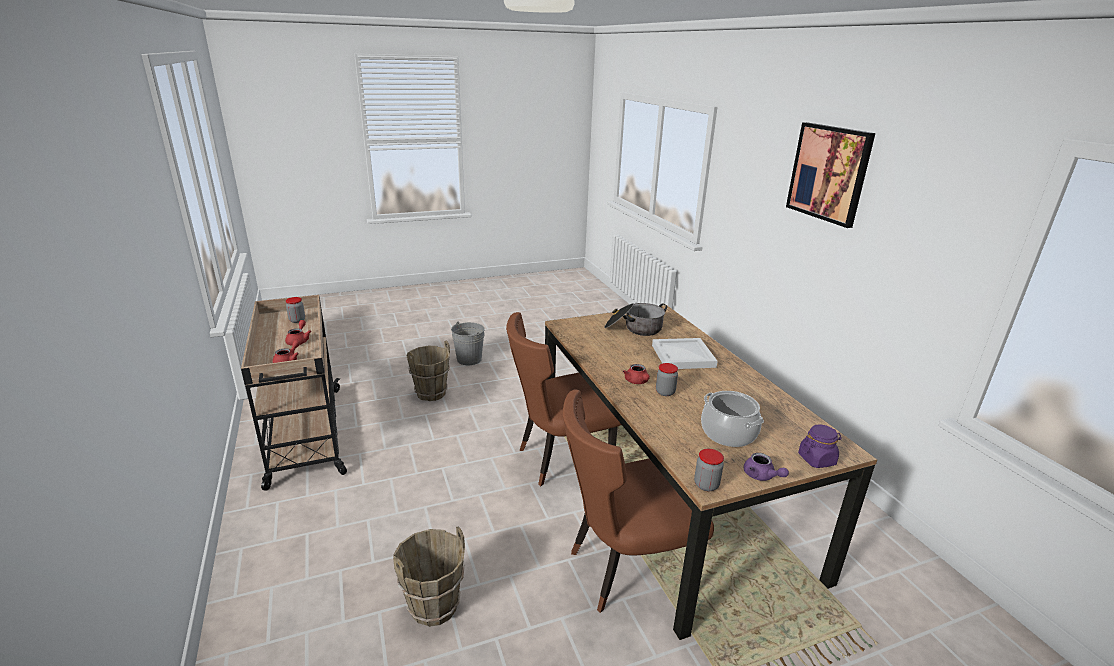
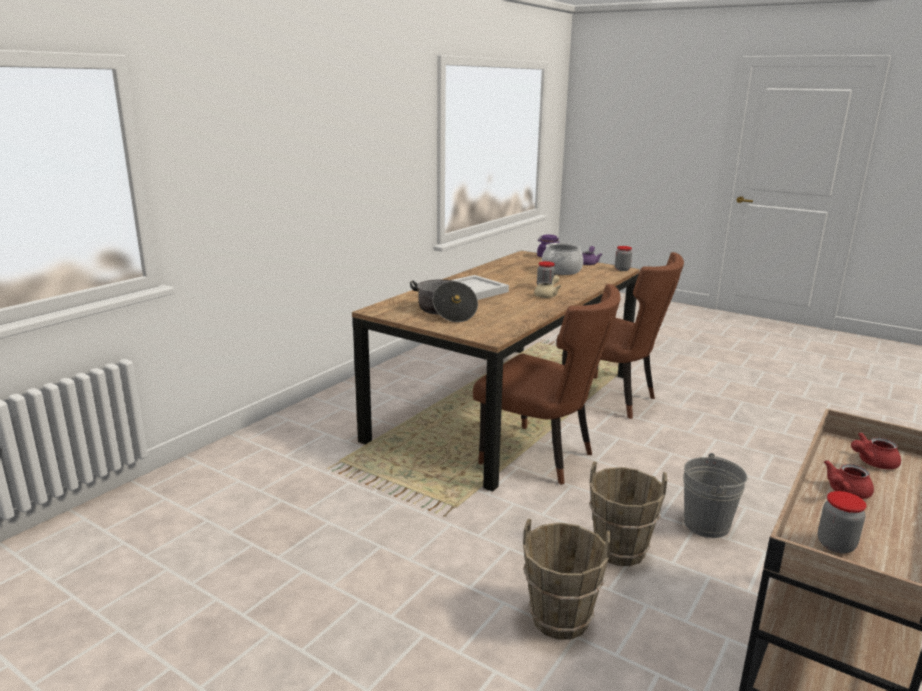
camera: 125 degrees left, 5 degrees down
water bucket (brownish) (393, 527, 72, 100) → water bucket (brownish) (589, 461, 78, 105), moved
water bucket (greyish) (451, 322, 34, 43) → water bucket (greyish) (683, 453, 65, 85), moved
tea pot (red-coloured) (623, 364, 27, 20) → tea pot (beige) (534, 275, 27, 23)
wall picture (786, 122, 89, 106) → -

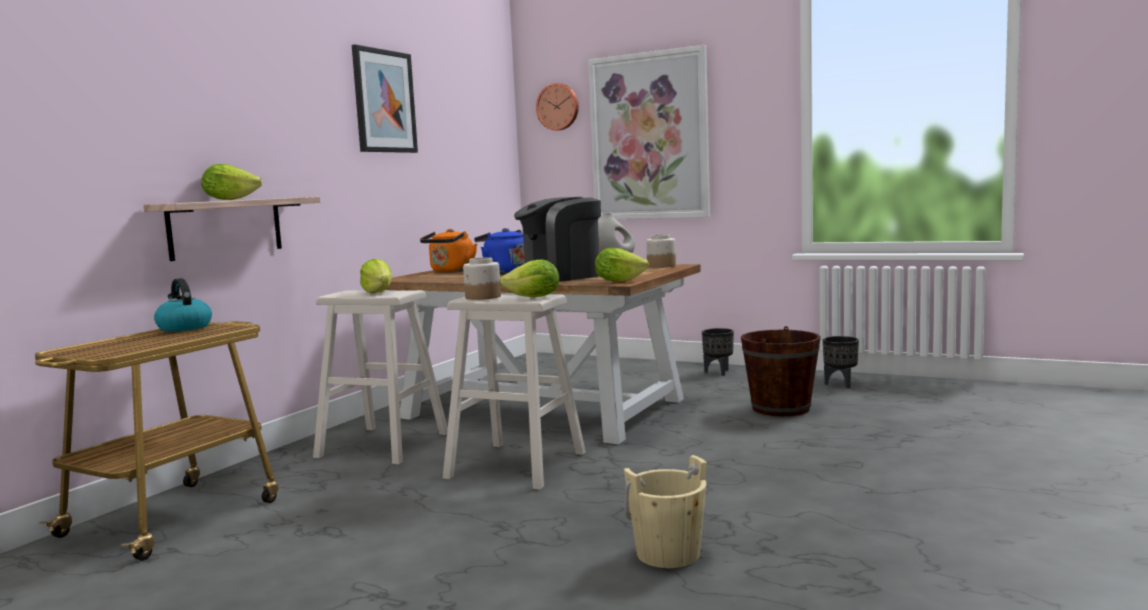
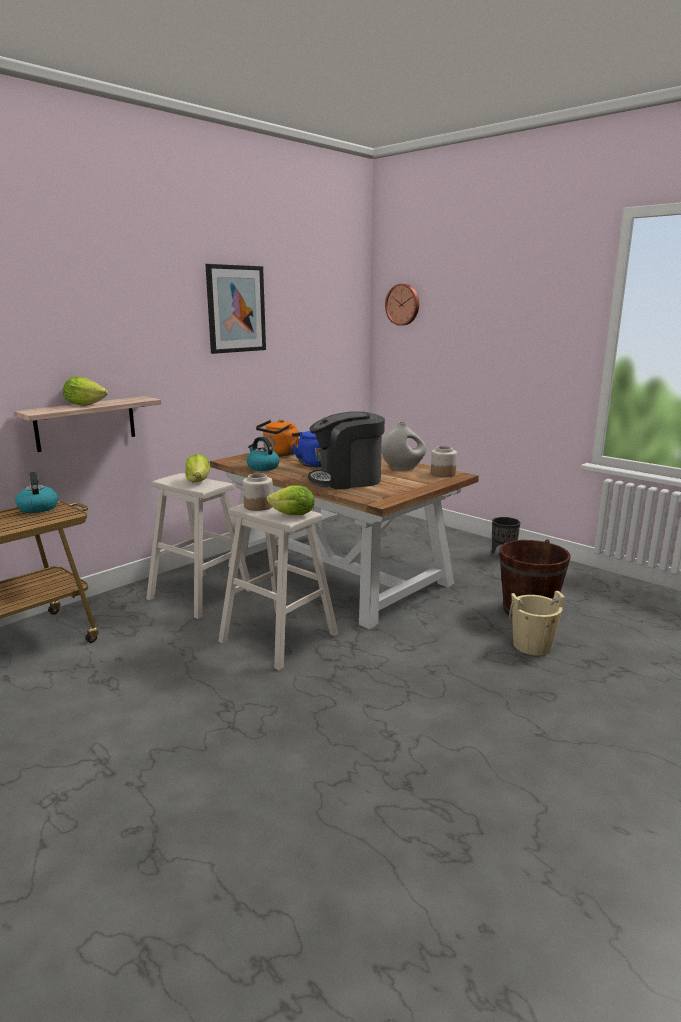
camera: 15 degrees right, 10 degrees up
wall picture (588, 45, 122, 175) → -
head of lettuce (595, 248, 54, 34) → -
water bucket (beige) (624, 455, 83, 113) → water bucket (beige) (509, 591, 56, 64), moved
plant pot (black) (823, 336, 36, 52) → -
- → tea kettle (247, 437, 33, 34)

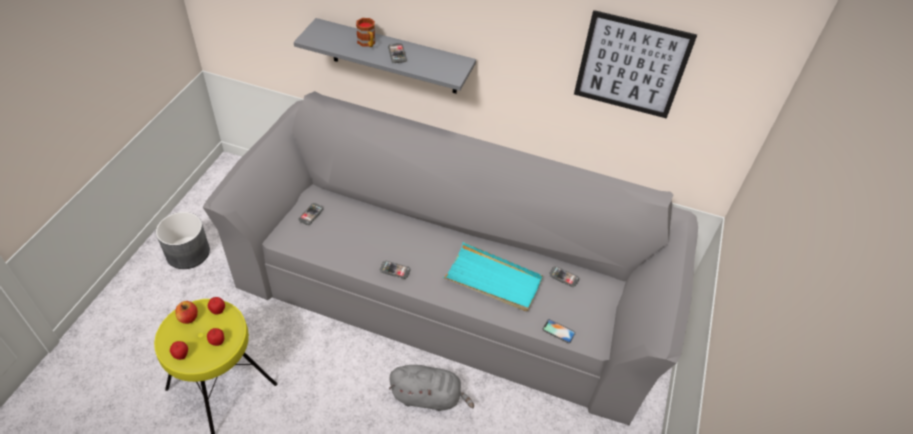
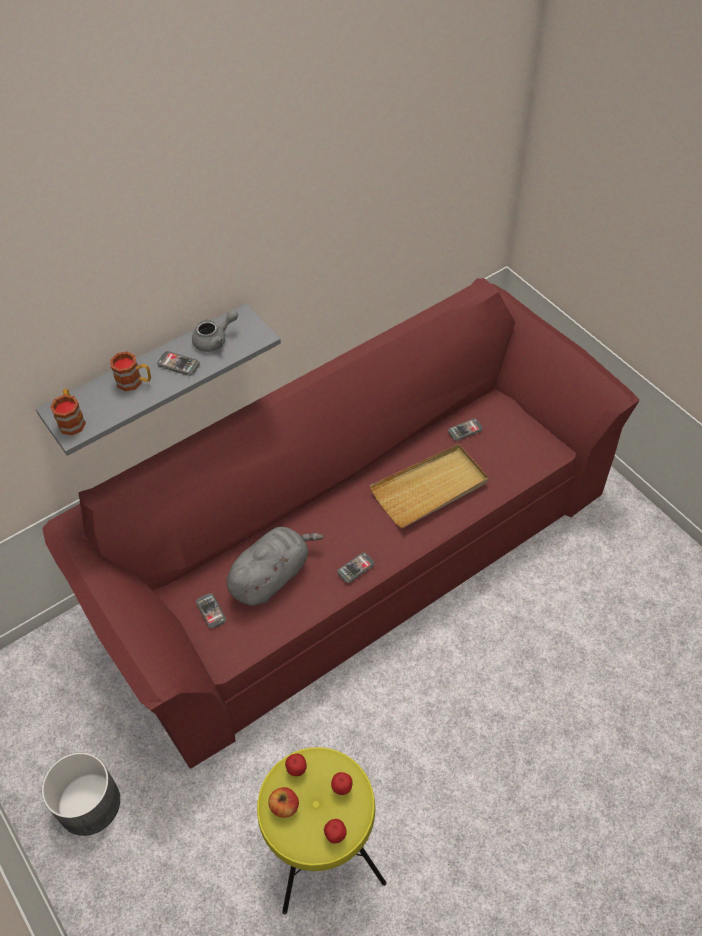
camera: 50 degrees left, 5 degrees up
settee (greyish) (203, 91, 495, 334) → settee (red-coloured) (42, 278, 598, 491)
soft toy (greyish) (389, 365, 85, 46) → soft toy (greyish) (226, 527, 98, 79), moved
tray (turquoise) (443, 242, 100, 69) → tray (beige) (370, 444, 119, 84)
telephone (543, 319, 33, 24) → -
wall picture (574, 10, 123, 109) → -
- → mug (50, 389, 36, 46)
- → tea pot (greyish) (192, 310, 46, 42)

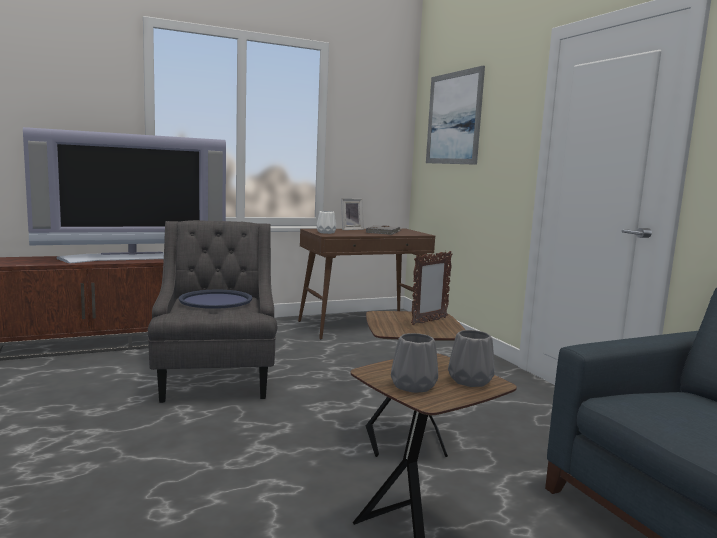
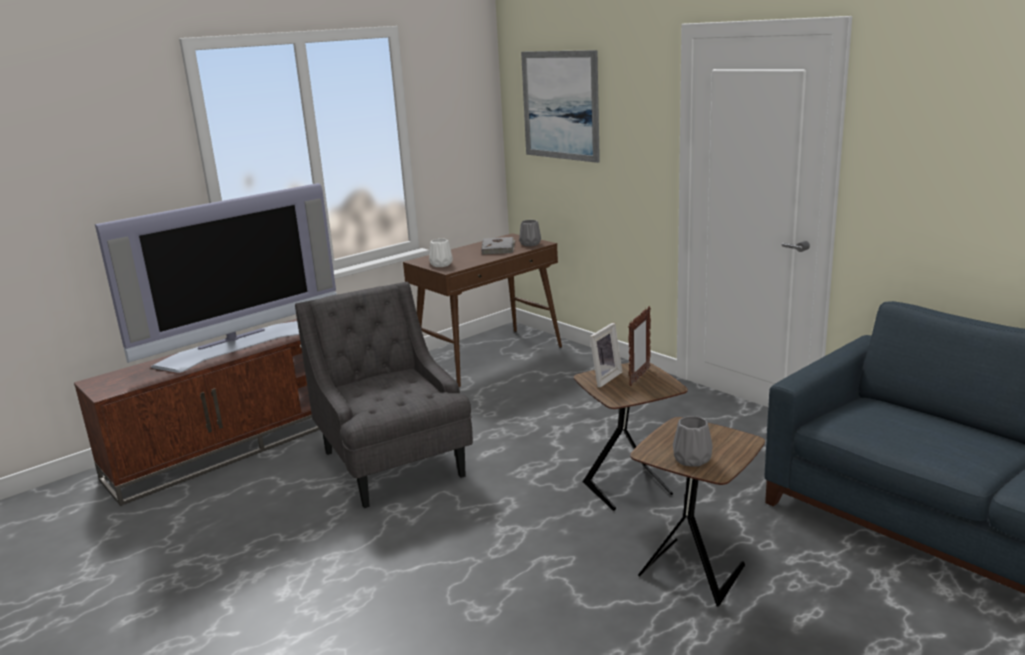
camera: 15 degrees left, 10 degrees up
tray (blue-coloured) (179, 289, 73, 20) → -
photo frame (341, 198, 23, 32) → photo frame (590, 323, 32, 65), moved
flower vase (greyish) (448, 330, 47, 57) → flower vase (greyish) (519, 220, 22, 26), moved

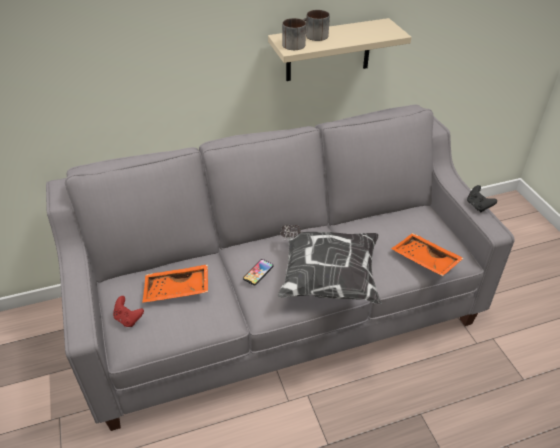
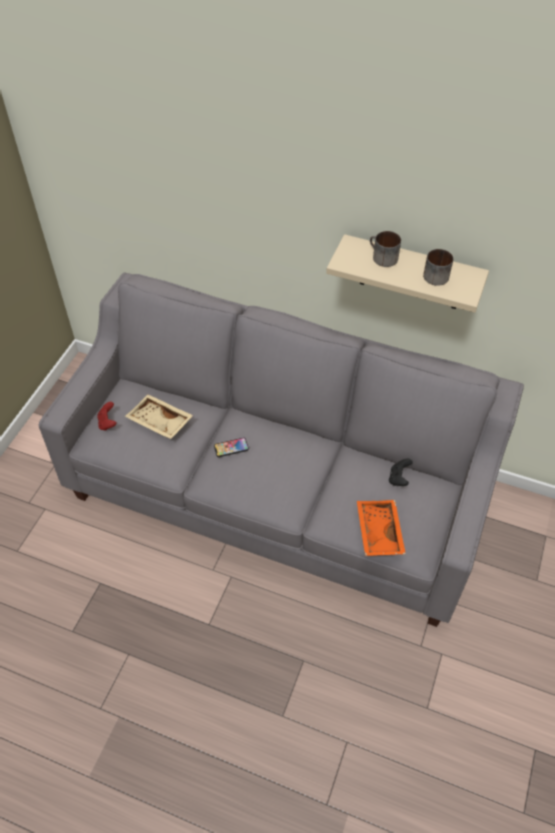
camera: 40 degrees right, 10 degrees up
tray (orange) (142, 264, 66, 39) → tray (beige) (125, 395, 69, 44)
cushion (278, 224, 104, 81) → -
mug (282, 18, 24, 32) → mug (423, 249, 30, 37), moved
game controller (black) (467, 185, 30, 27) → game controller (black) (389, 459, 24, 27), moved

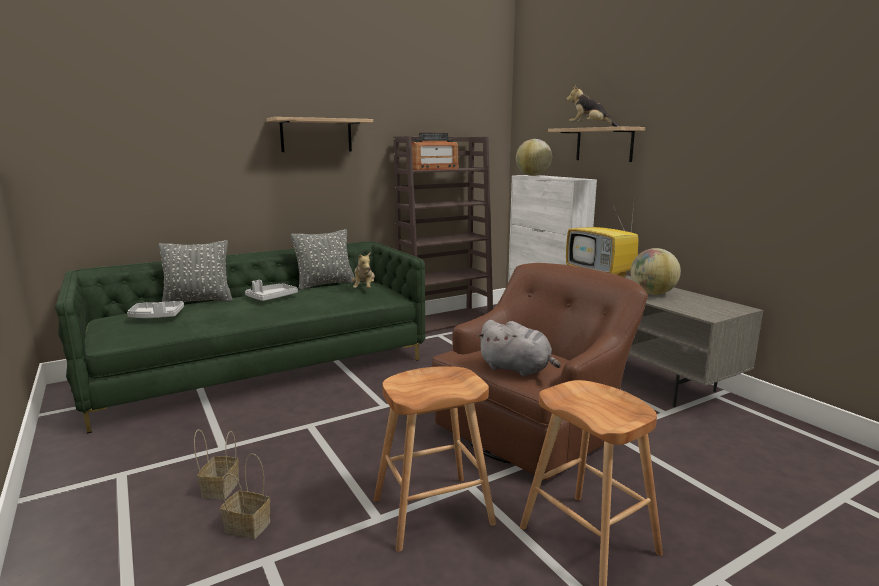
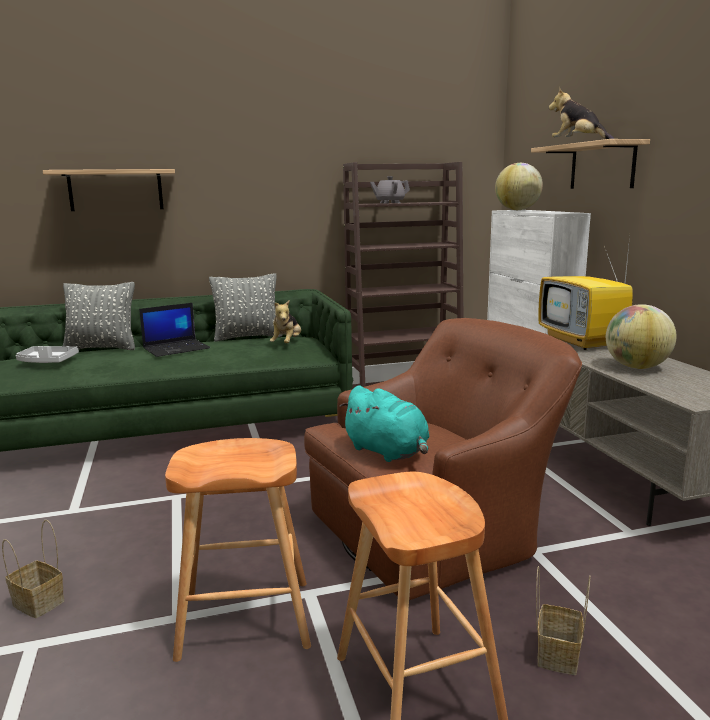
camera: 15 degrees right, 0 degrees up
storage basket (194, 429, 45, 70) → storage basket (536, 566, 54, 109), moved
tray (greyish) (245, 280, 53, 21) → notebook computer (139, 303, 71, 54)
wall shelf (267, 117, 106, 35) → wall shelf (43, 169, 132, 42), moved
radio receiver (412, 132, 47, 38) → tea pot (greyish) (370, 176, 40, 28)
soft toy (greyish) (477, 320, 84, 57) → soft toy (turquoise) (340, 385, 90, 77)

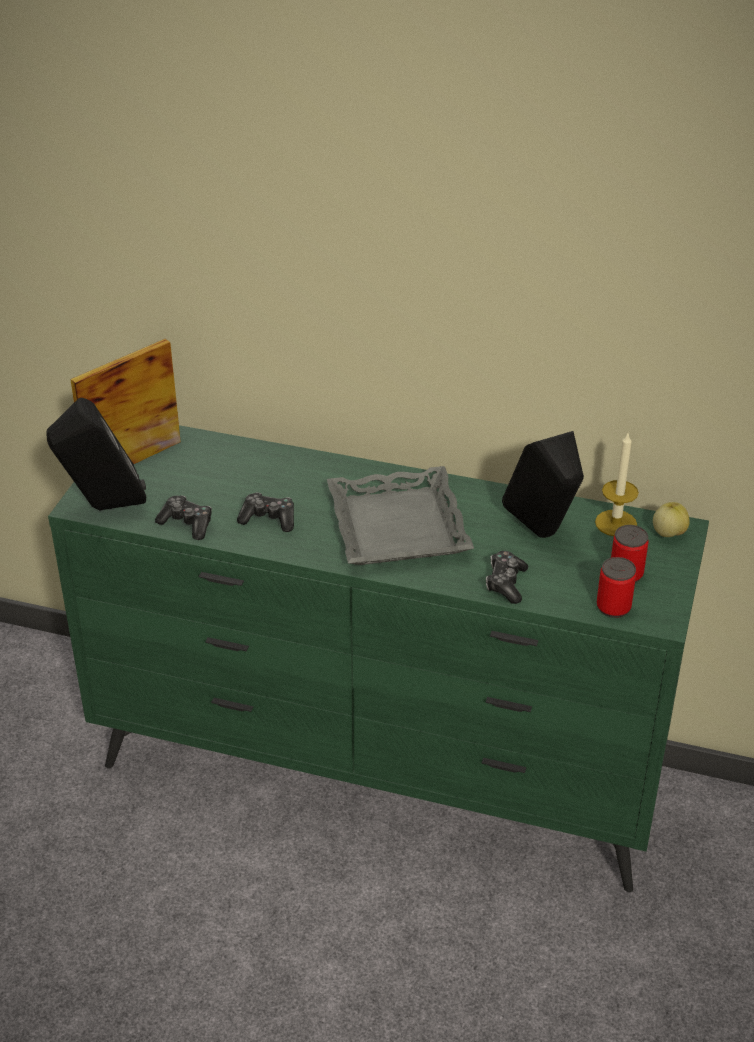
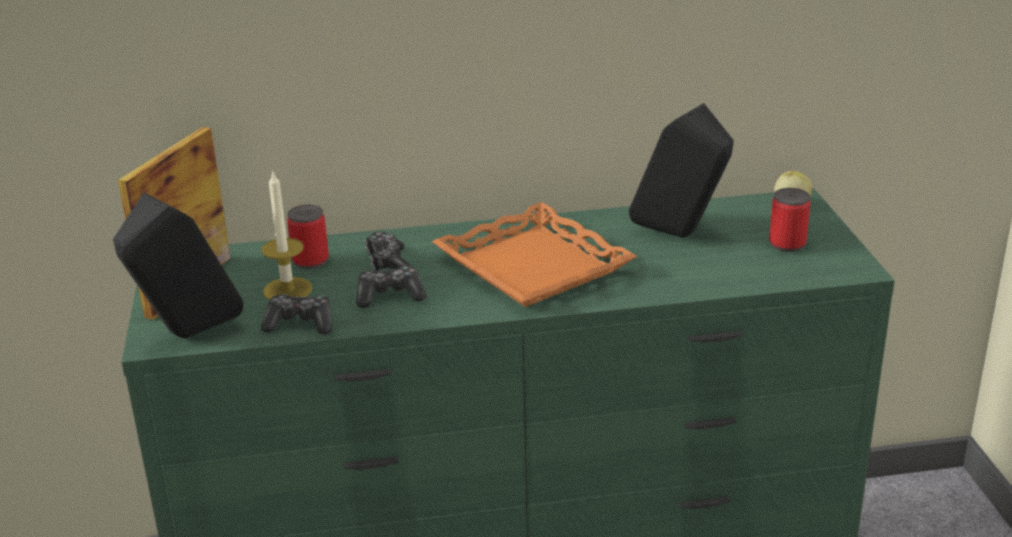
camera: 25 degrees left, 10 degrees down
tray (greyish) (327, 466, 147, 99) → tray (orange) (432, 202, 205, 105)
game controller (486, 551, 42, 53) → game controller (364, 232, 47, 39), moved
wax candle (595, 433, 44, 103) → wax candle (261, 170, 51, 130), moved
metal can (596, 557, 40, 61) → metal can (287, 205, 42, 64), moved

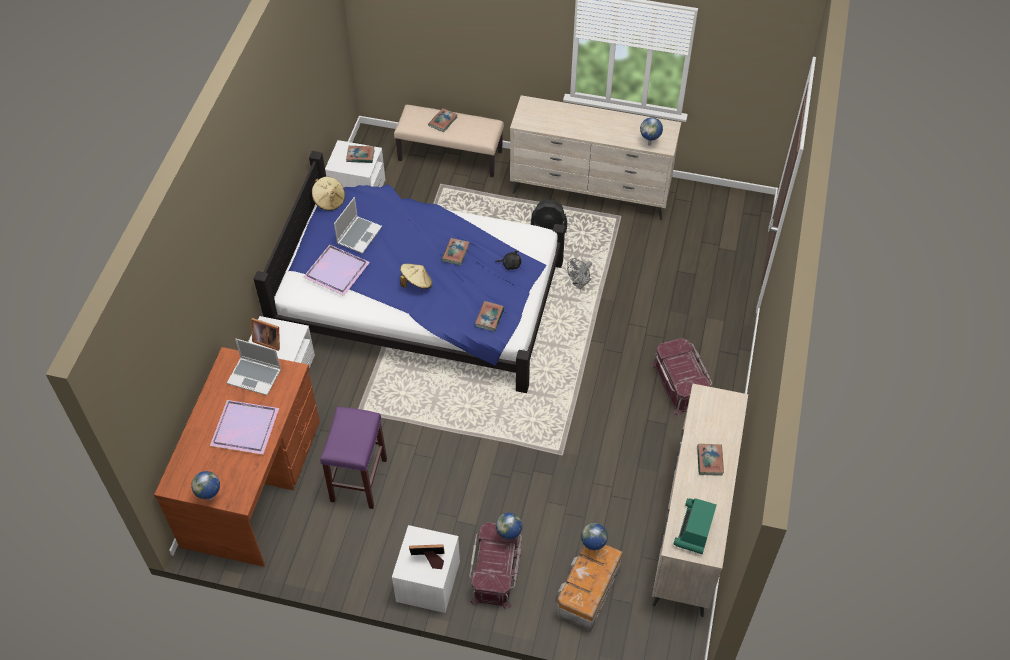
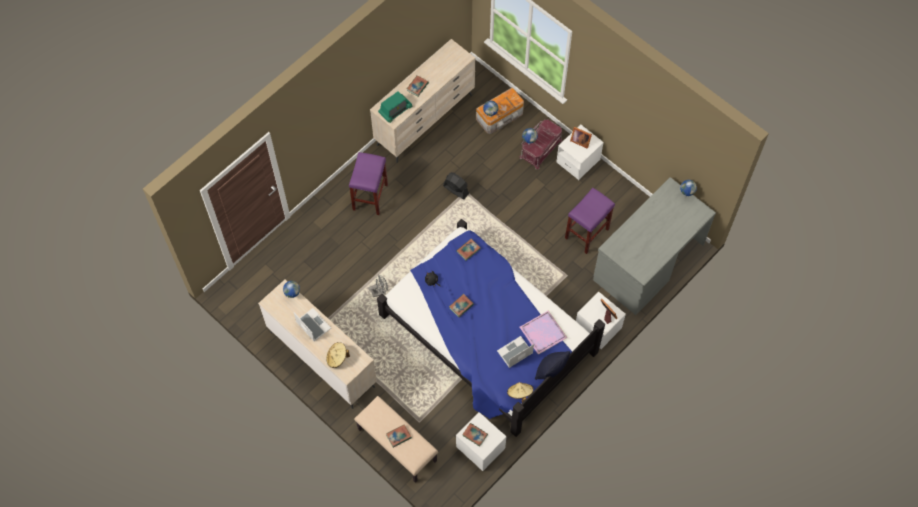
camera: 150 degrees left, 10 degrees up
desk unit (brownish) (154, 347, 166, 220) → desk unit (greyish) (593, 177, 123, 138)
tray (purple) (210, 400, 69, 55) → -
notebook computer (227, 338, 54, 57) → notebook computer (294, 308, 37, 34), moved
wearable hat (beige) (400, 263, 32, 26) → wearable hat (beige) (326, 342, 24, 26), moved
cooling fan (black) (531, 199, 37, 34) → cooling fan (black) (443, 172, 26, 28), moved
storage box (red-coloured) (651, 338, 61, 79) → stool seat (purple) (349, 152, 39, 63)
radio receiver (673, 498, 44, 57) → radio receiver (378, 91, 35, 32), moved
- → cushion (black) (535, 351, 35, 29)

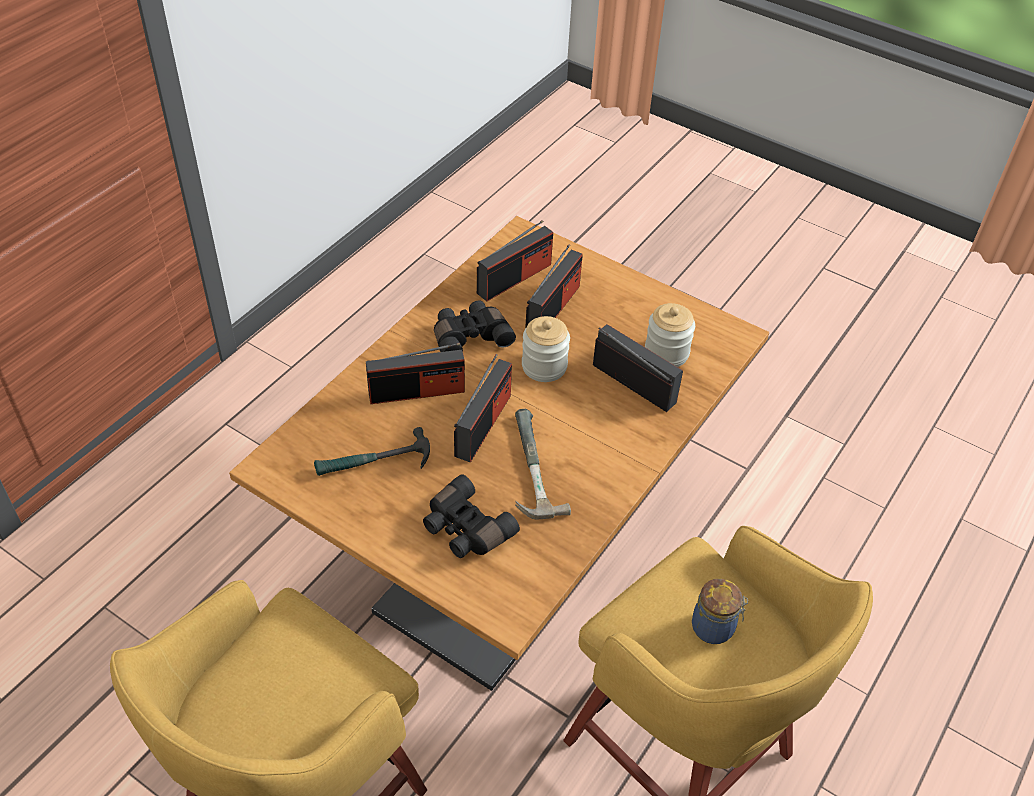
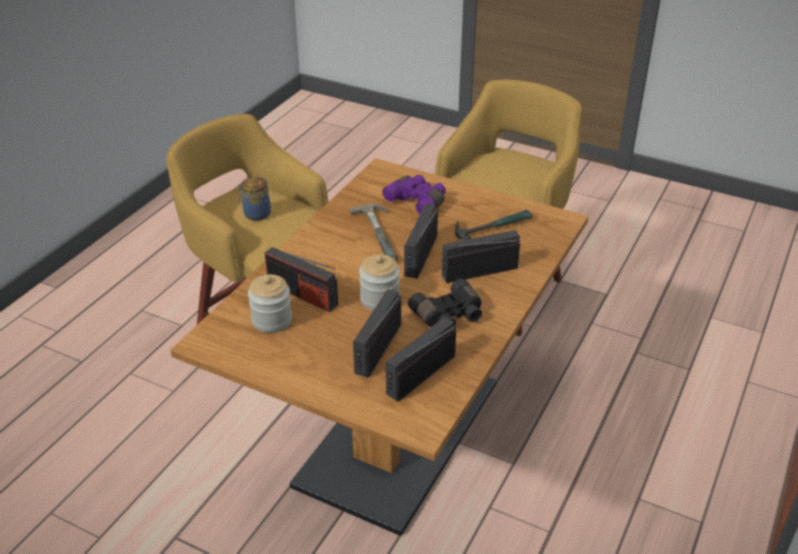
camera: 175 degrees right, 10 degrees down
binoculars (black) (423, 474, 97, 84) → binoculars (purple) (382, 175, 64, 39)

